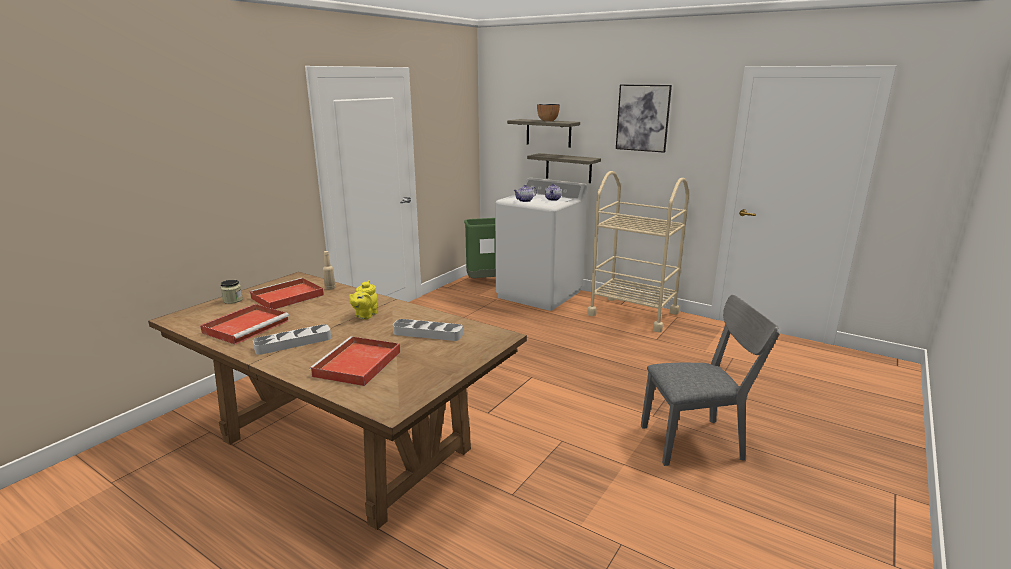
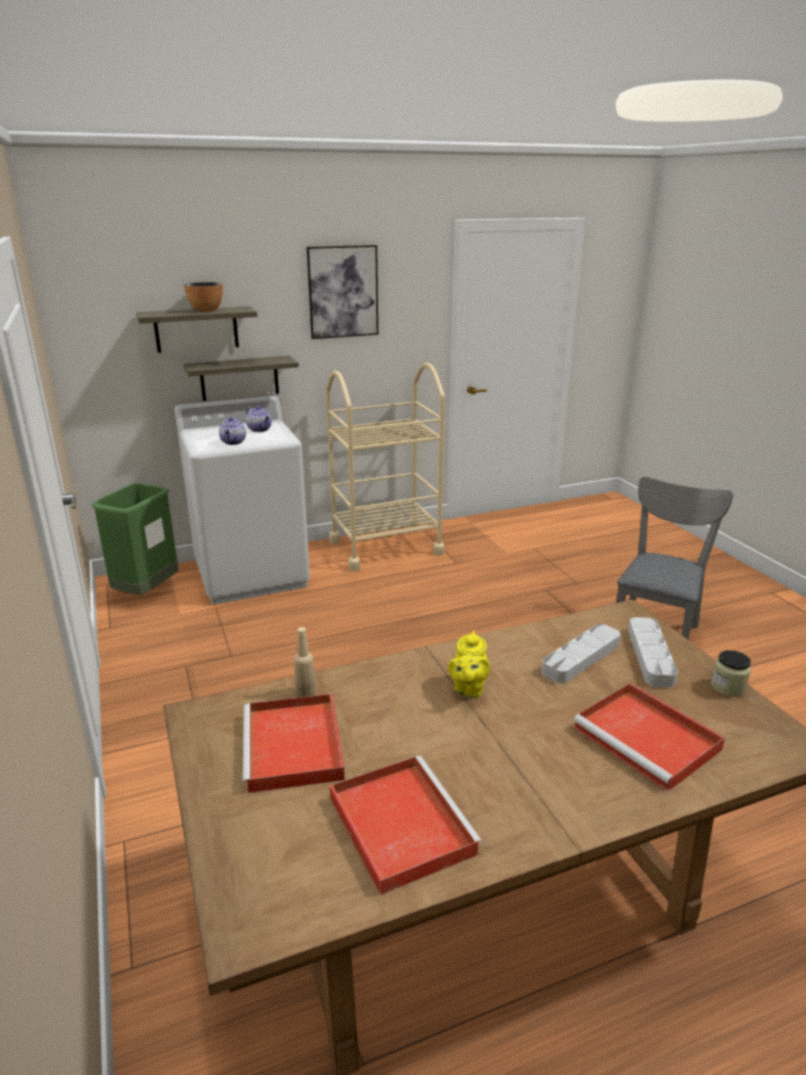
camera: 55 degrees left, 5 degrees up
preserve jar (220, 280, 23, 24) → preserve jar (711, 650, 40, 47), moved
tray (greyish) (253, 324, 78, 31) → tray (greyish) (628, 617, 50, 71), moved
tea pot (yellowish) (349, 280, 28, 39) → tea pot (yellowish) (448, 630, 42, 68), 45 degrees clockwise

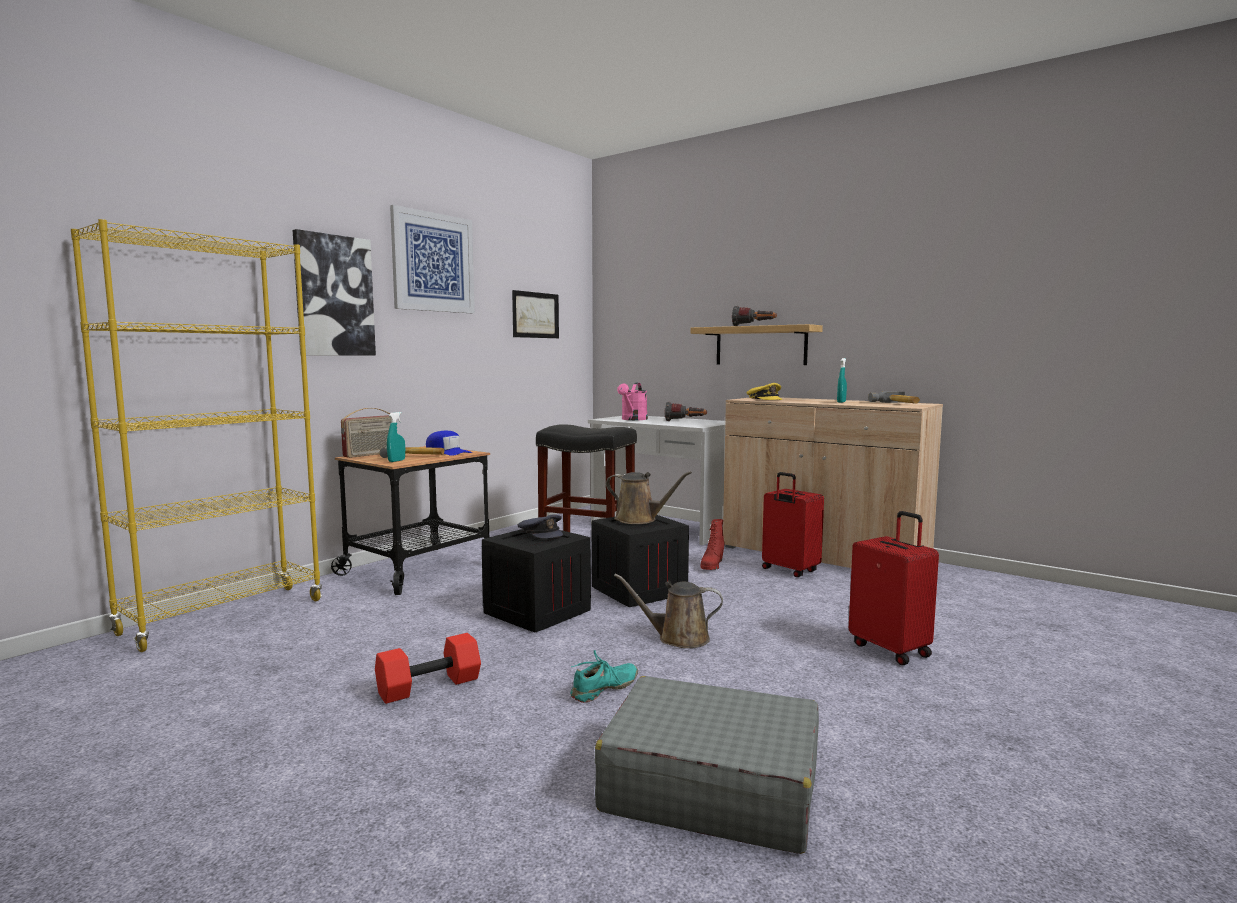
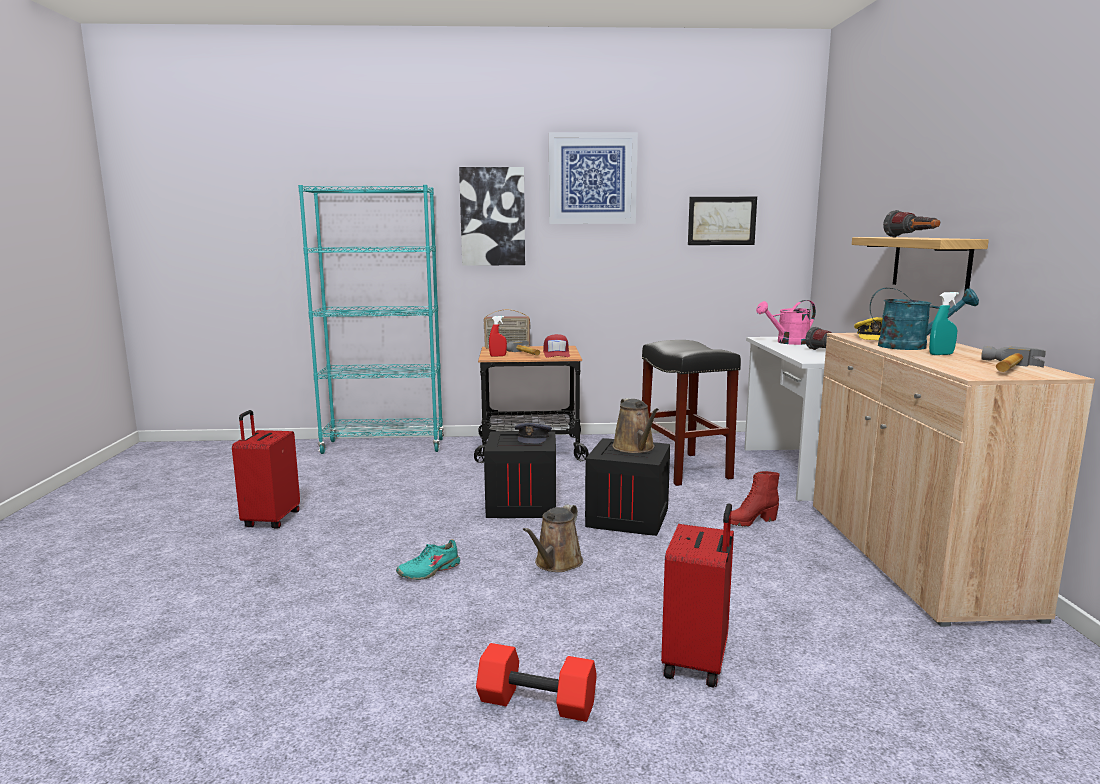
camera: 50 degrees right, 5 degrees up
bookcase (yellowish) (71, 219, 251, 433) → bookcase (turquoise) (298, 185, 146, 269)
dumbbell (red-coloured) (375, 633, 106, 71) → dumbbell (red-coloured) (476, 643, 121, 79), moved
spray bottle (turquoise) (387, 412, 18, 50) → spray bottle (red-coloured) (489, 316, 18, 41)
peaked cap (blue-coloured) (426, 431, 46, 25) → peaked cap (red-coloured) (543, 334, 27, 24)
shoe (turquoise) (570, 650, 68, 53) → shoe (turquoise) (396, 539, 64, 41), 135 degrees clockwise
travel case (greyish) (595, 676, 224, 178) → -
watering can (brownish) (614, 574, 109, 74) → watering can (brownish) (523, 504, 60, 68), 120 degrees counterclockwise
travel case (red-coloured) (762, 472, 62, 105) → travel case (red-coloured) (232, 410, 68, 119), moved
- → watering can (turquoise) (870, 288, 109, 62)

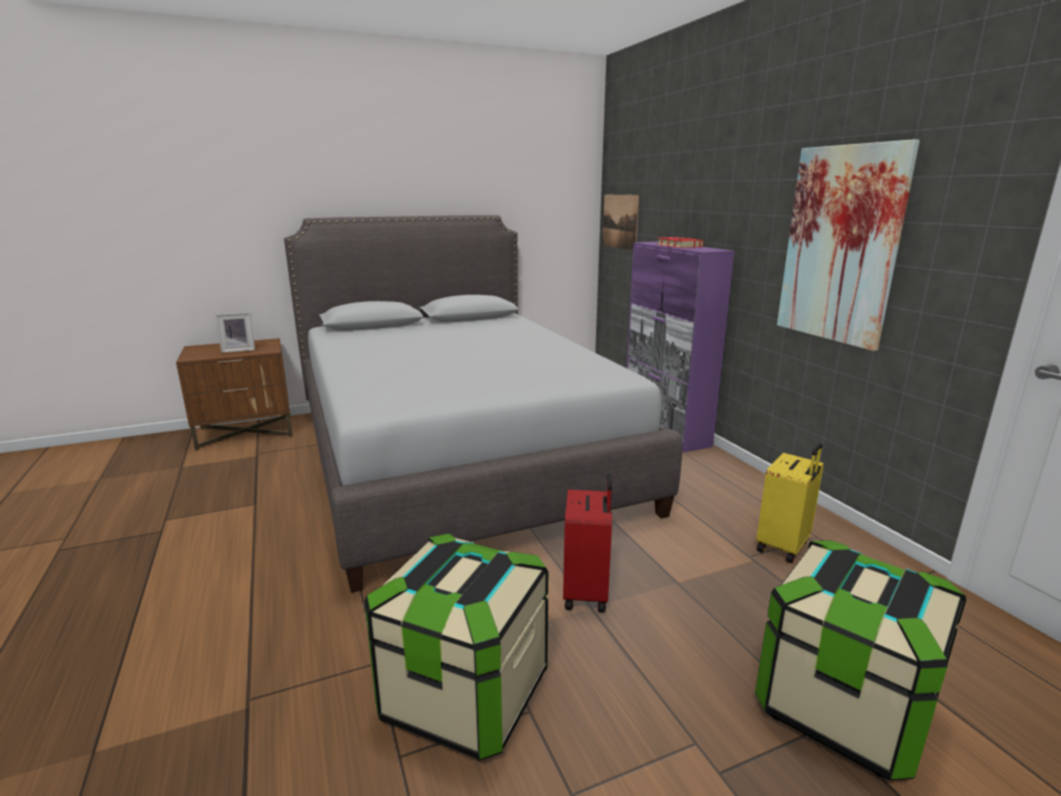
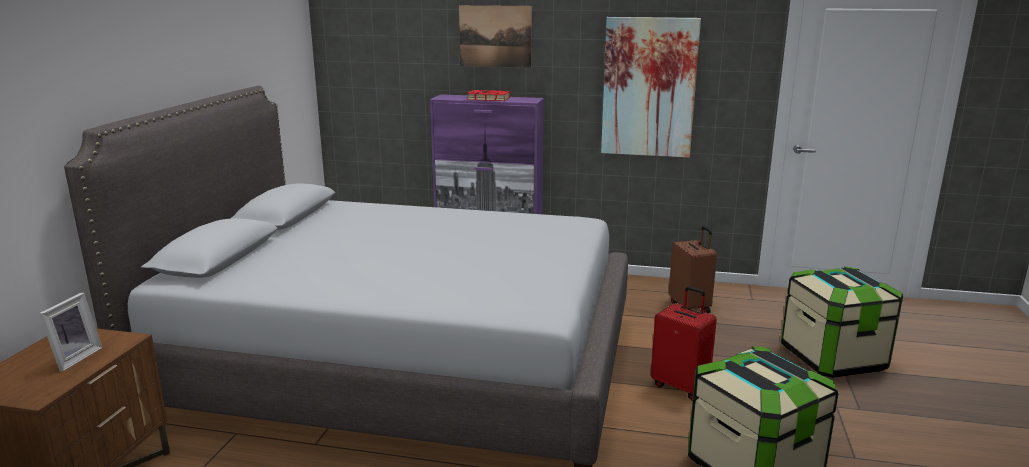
camera: 55 degrees left, 0 degrees up
wall picture (602, 195, 37, 56) → wall picture (459, 5, 73, 63), moved
travel case (yellowish) (756, 443, 68, 120) → travel case (brownish) (669, 226, 48, 87)

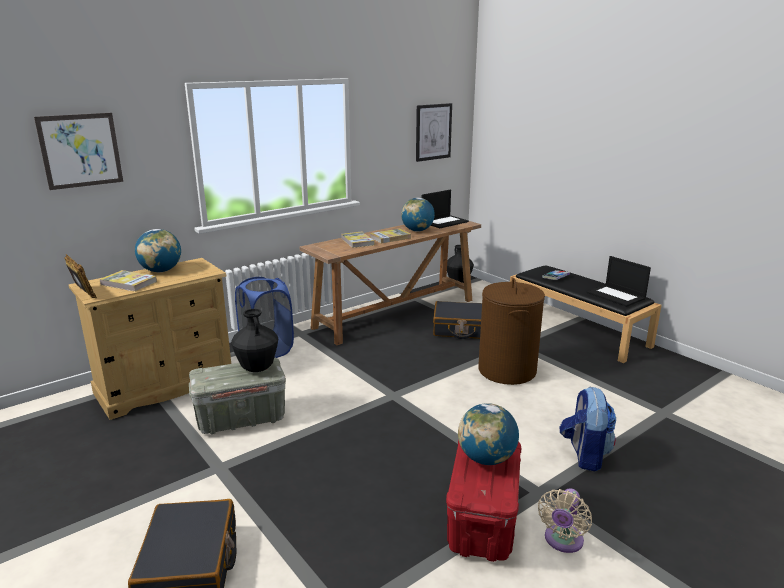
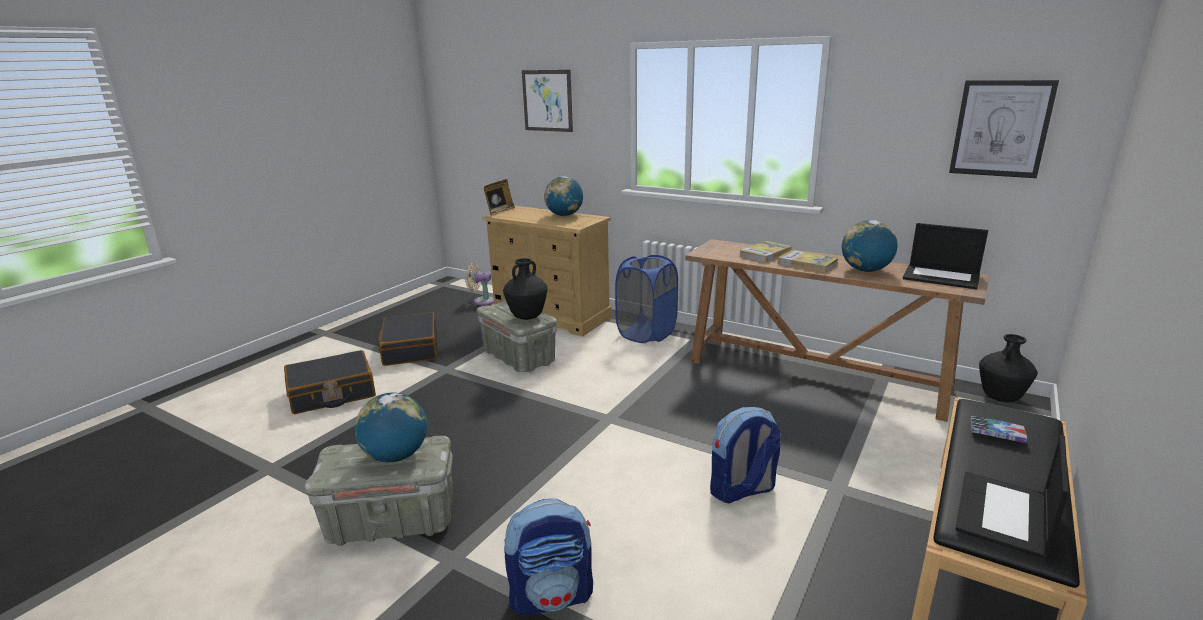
camera: 70 degrees right, 0 degrees up
volume (99, 270, 58, 22) → -
travel case (black) (433, 301, 49, 38) → travel case (black) (378, 312, 59, 54), moved
storage box (red-coloured) (446, 440, 75, 122) → storage box (greyish) (305, 436, 148, 110)
washing basket (brownish) (478, 278, 67, 107) → knapsack (710, 407, 71, 96)
cooling fan (beige) (538, 488, 54, 65) → cooling fan (beige) (465, 263, 29, 42), moved

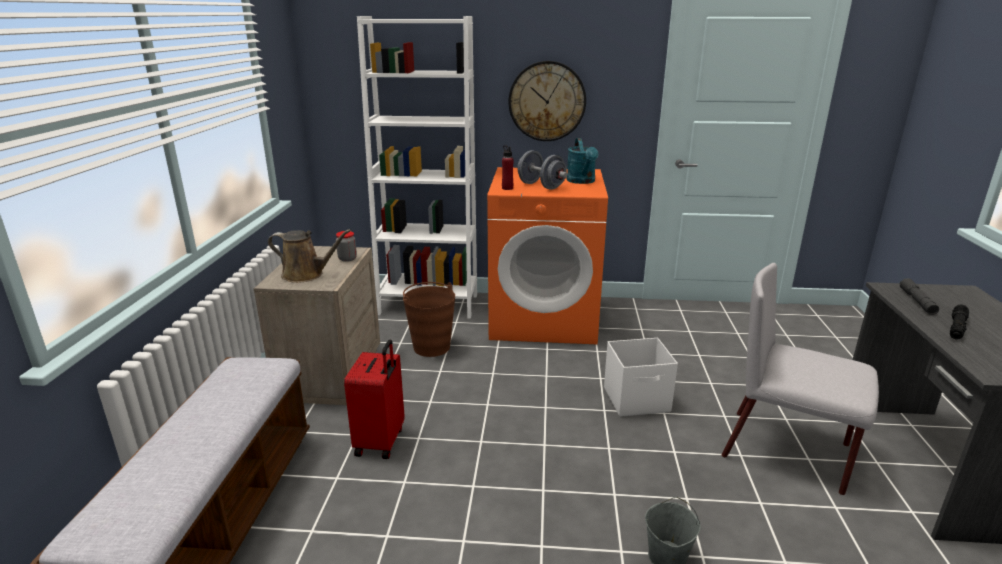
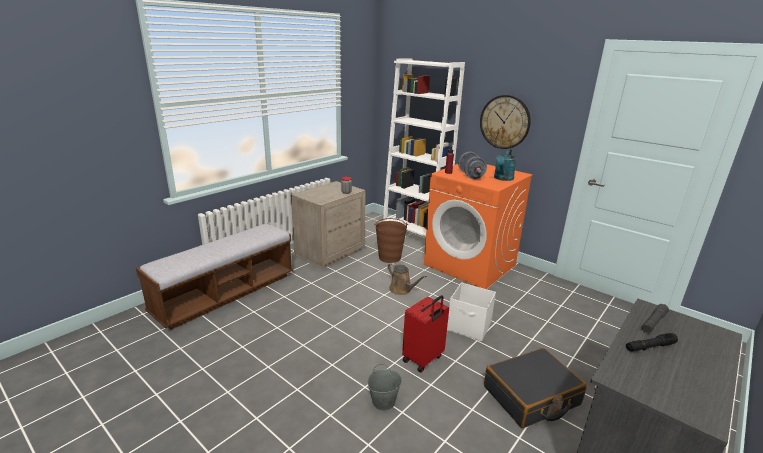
camera: 35 degrees right, 0 degrees up
watering can (brownish) (268, 229, 83, 54) → watering can (brownish) (388, 263, 39, 32), moved
travel case (red-coloured) (344, 339, 61, 120) → travel case (red-coloured) (402, 295, 47, 78), moved
plain chair (greyish) (722, 263, 157, 232) → travel case (black) (484, 348, 103, 80)

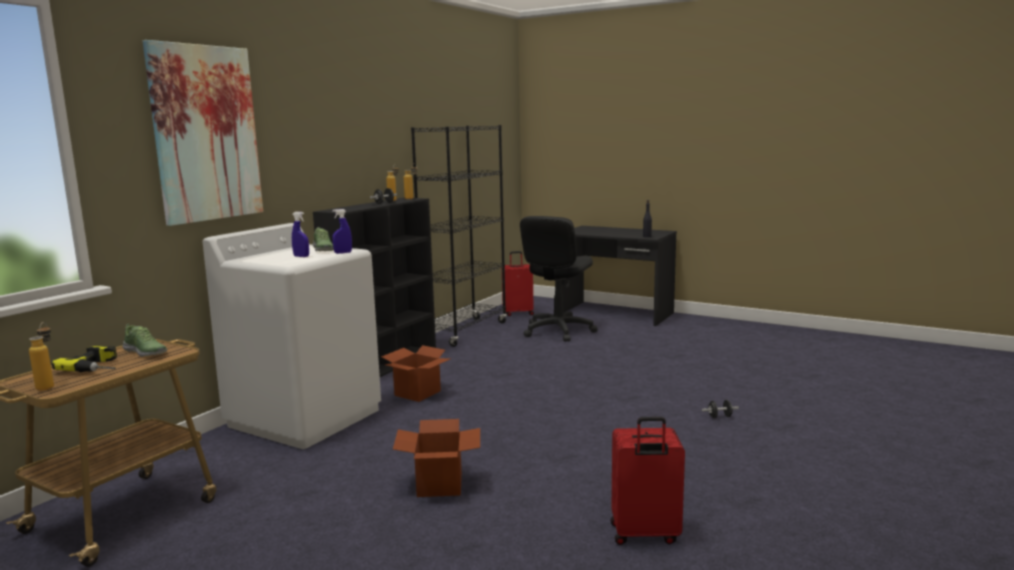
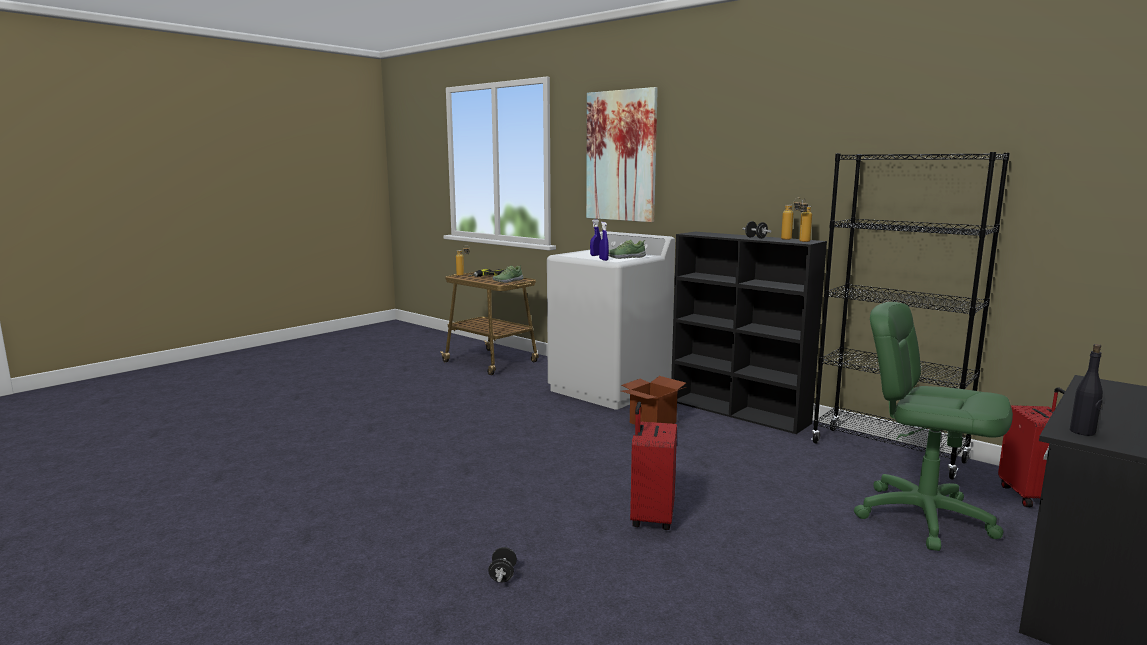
camera: 100 degrees right, 0 degrees up
carton (393, 419, 87, 78) → -
desk chair (black) (520, 216, 78, 126) → desk chair (greenish) (854, 302, 159, 249)
travel case (red-coloured) (611, 416, 74, 129) → travel case (red-coloured) (630, 402, 47, 128), moved

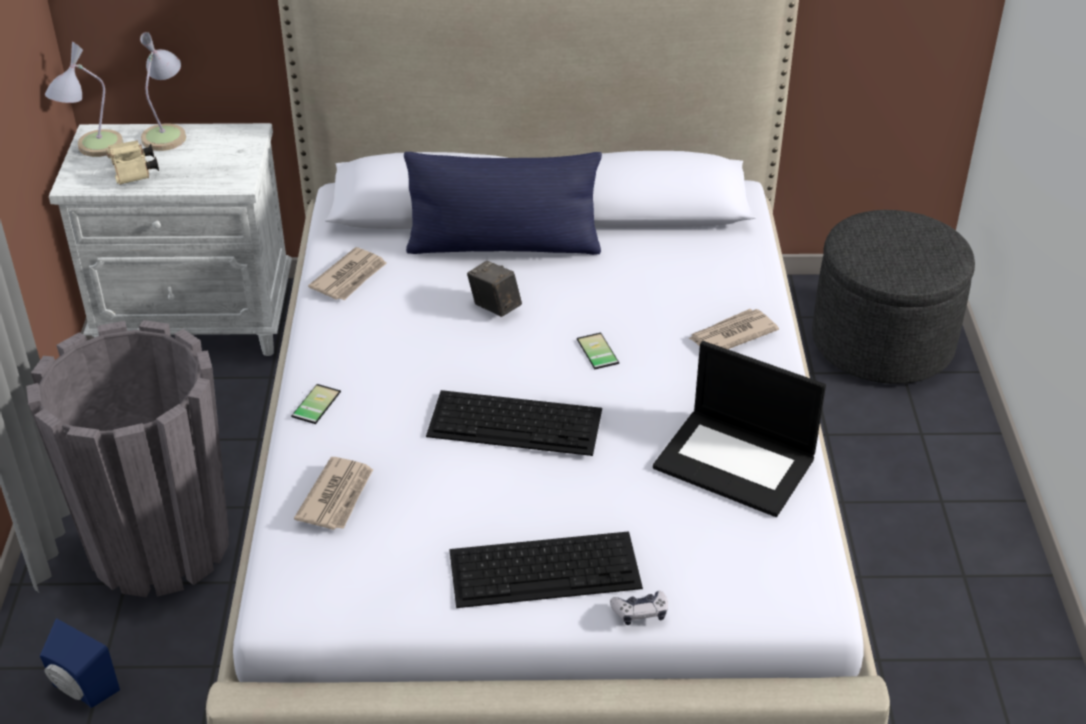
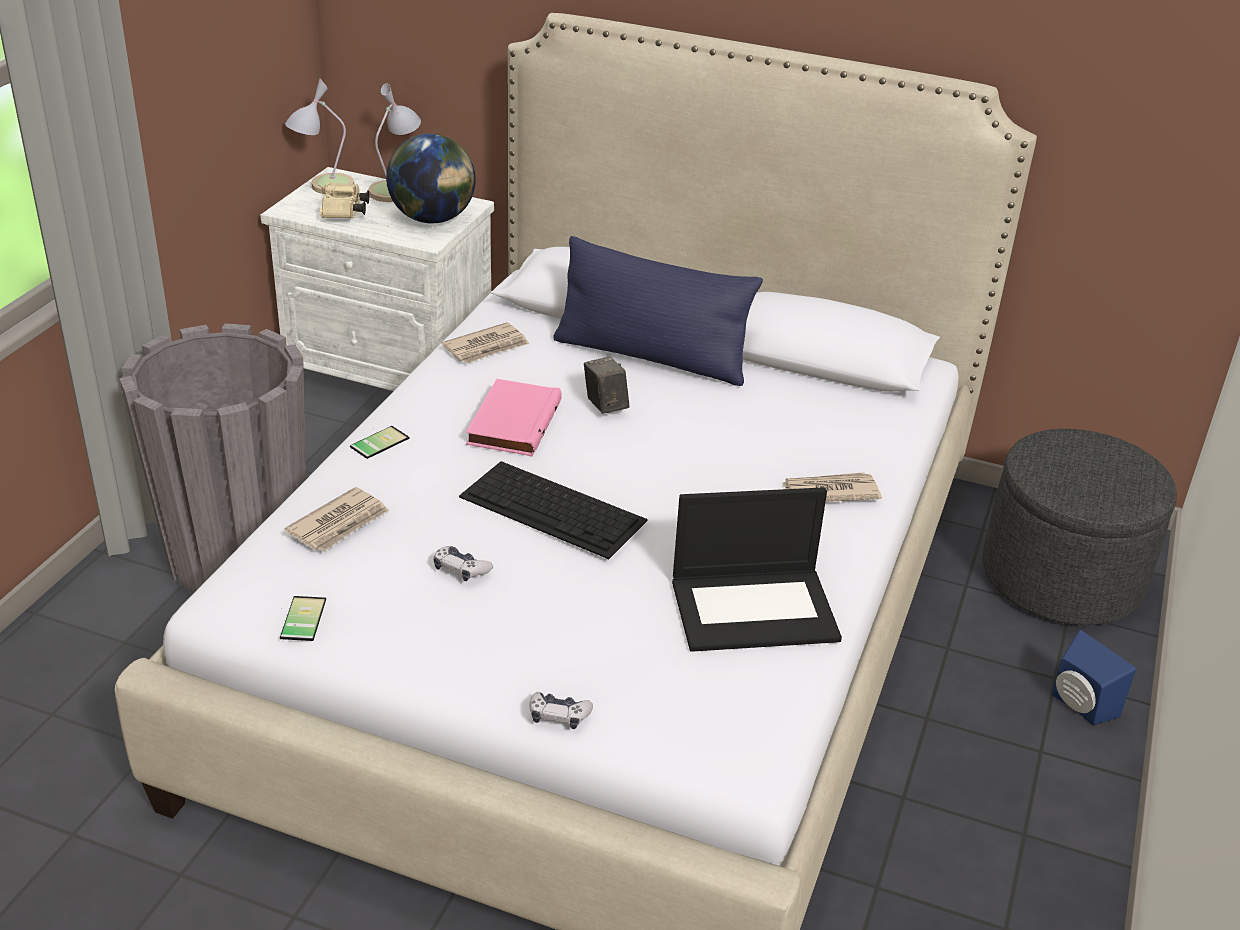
camera: 20 degrees right, 5 degrees down
speaker (blue-coloured) (40, 618, 80, 90) → speaker (blue-coloured) (1052, 630, 84, 95), moved
PC keyboard (449, 531, 194, 77) → -
telephone (577, 333, 42, 36) → telephone (280, 596, 46, 45), moved
notebook computer (653, 341, 173, 176) → notebook computer (672, 487, 170, 165), 60 degrees counterclockwise
- → world globe (386, 134, 90, 90)
- → game controller (434, 546, 59, 35)
- → volume (pink) (466, 379, 96, 78)

